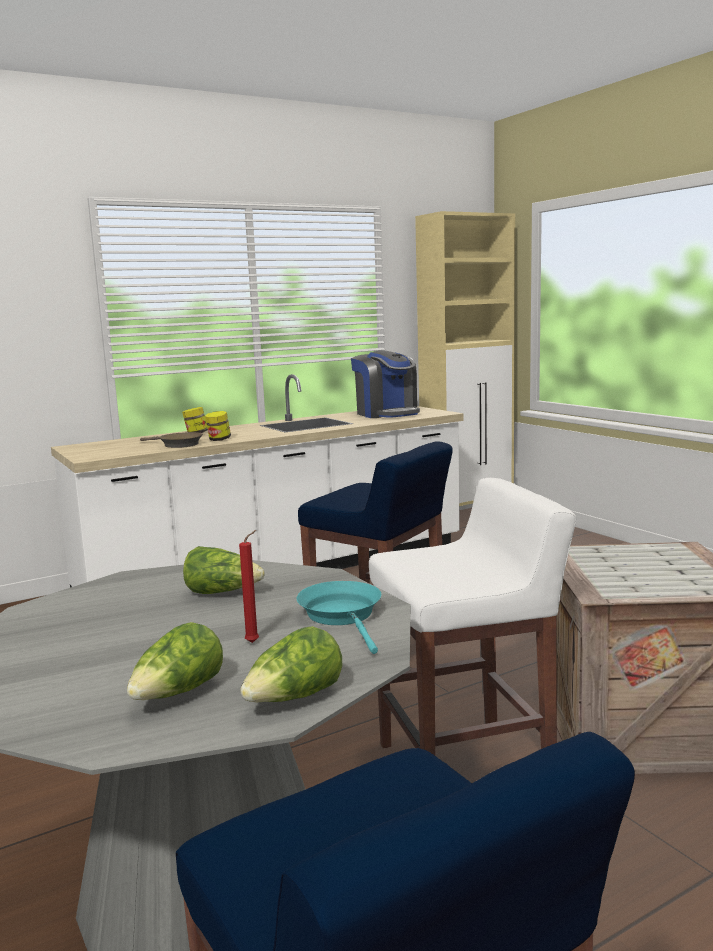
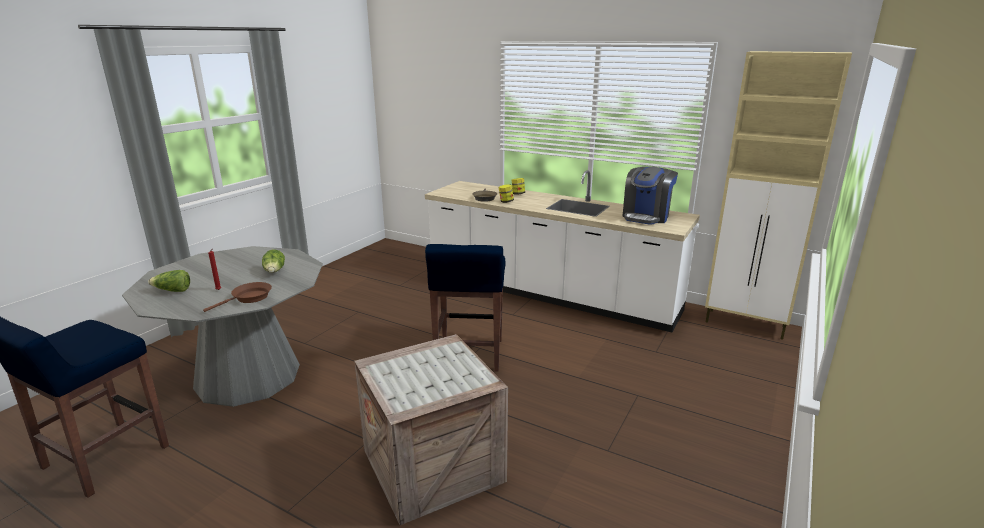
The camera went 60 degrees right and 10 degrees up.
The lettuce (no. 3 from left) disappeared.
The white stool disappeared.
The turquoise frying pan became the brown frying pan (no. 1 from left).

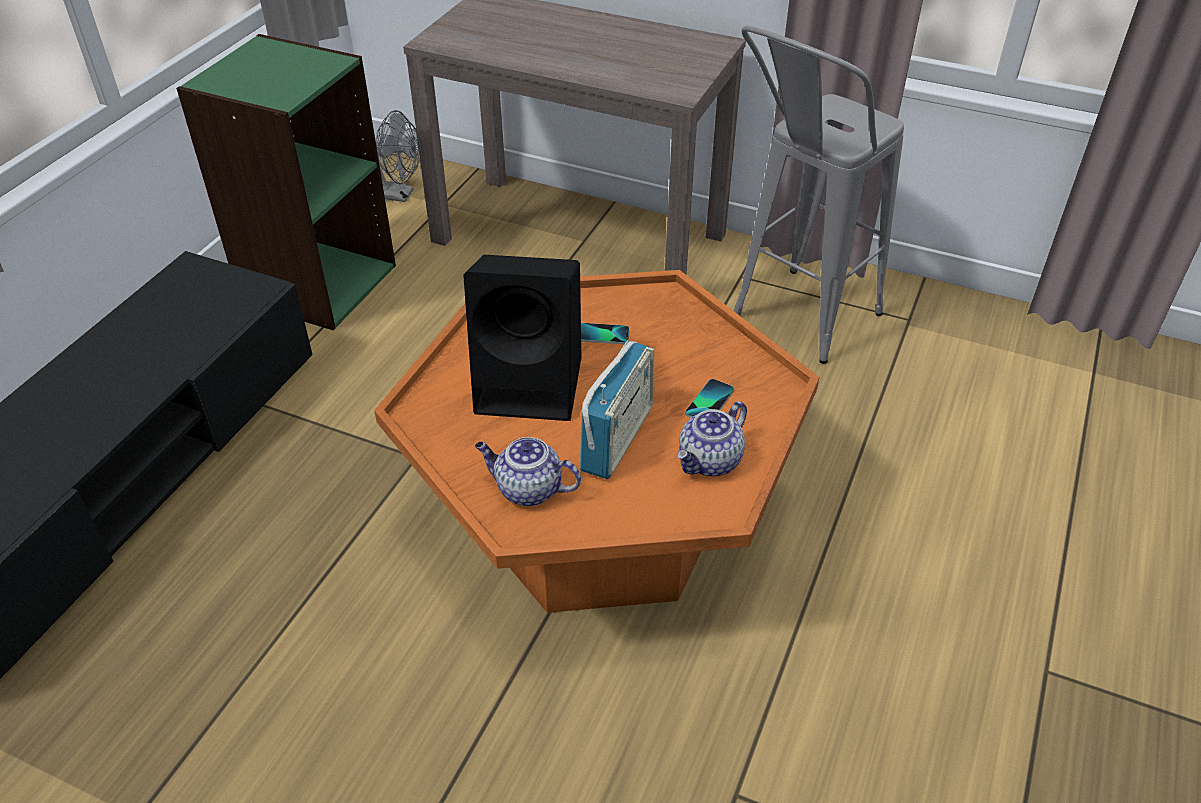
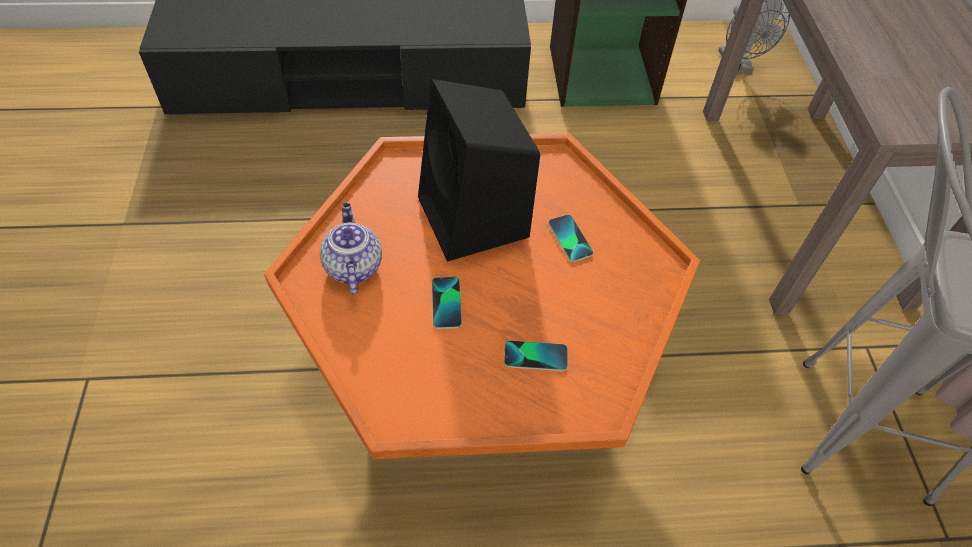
The camera went 60 degrees right and 10 degrees up.
The teapot (no. 2 from left) disappeared.
The radio was replaced by the phone (no. 1 from left).

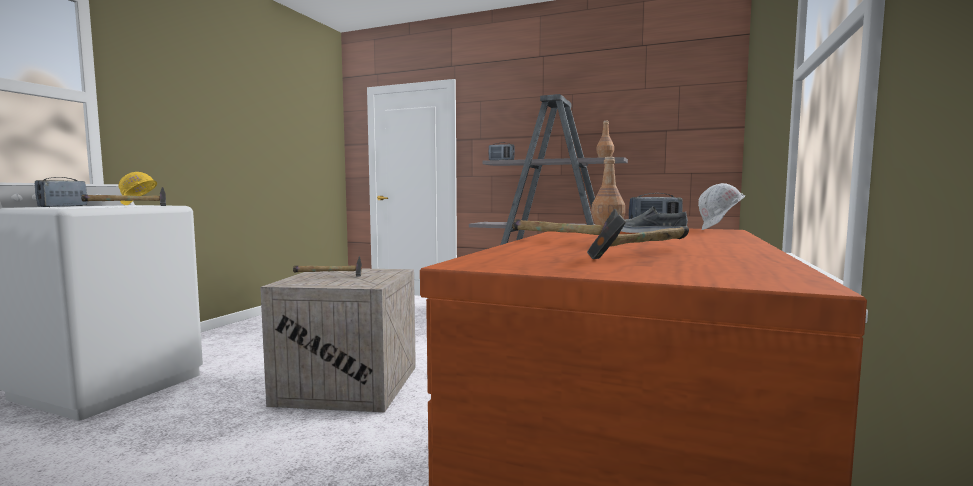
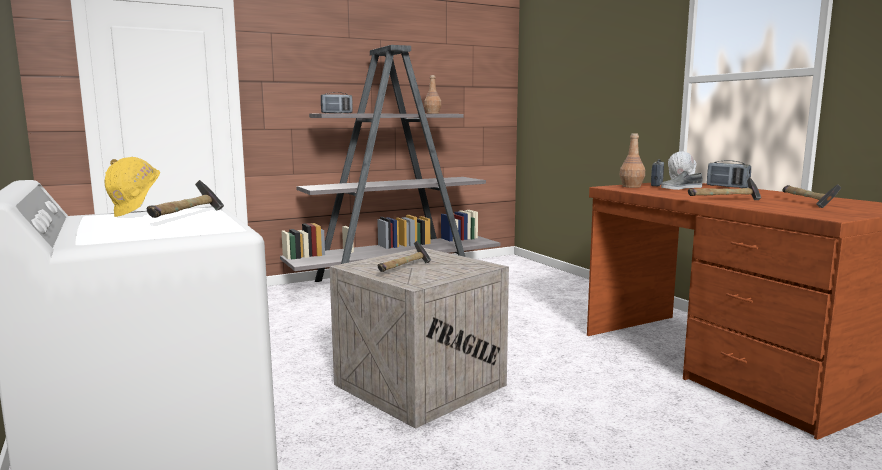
The camera went 50 degrees left and 5 degrees up.
The radio (no. 1 from left in the first image) moved.

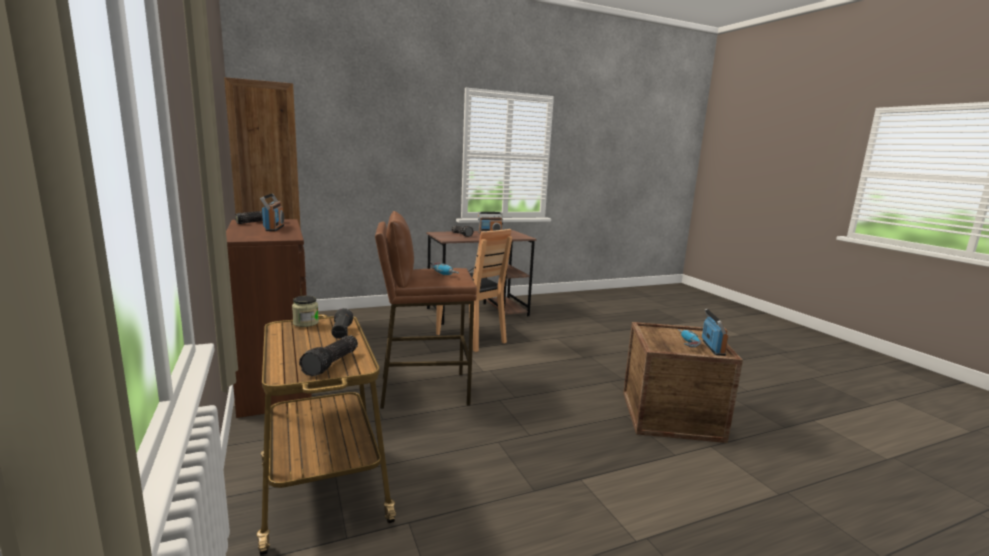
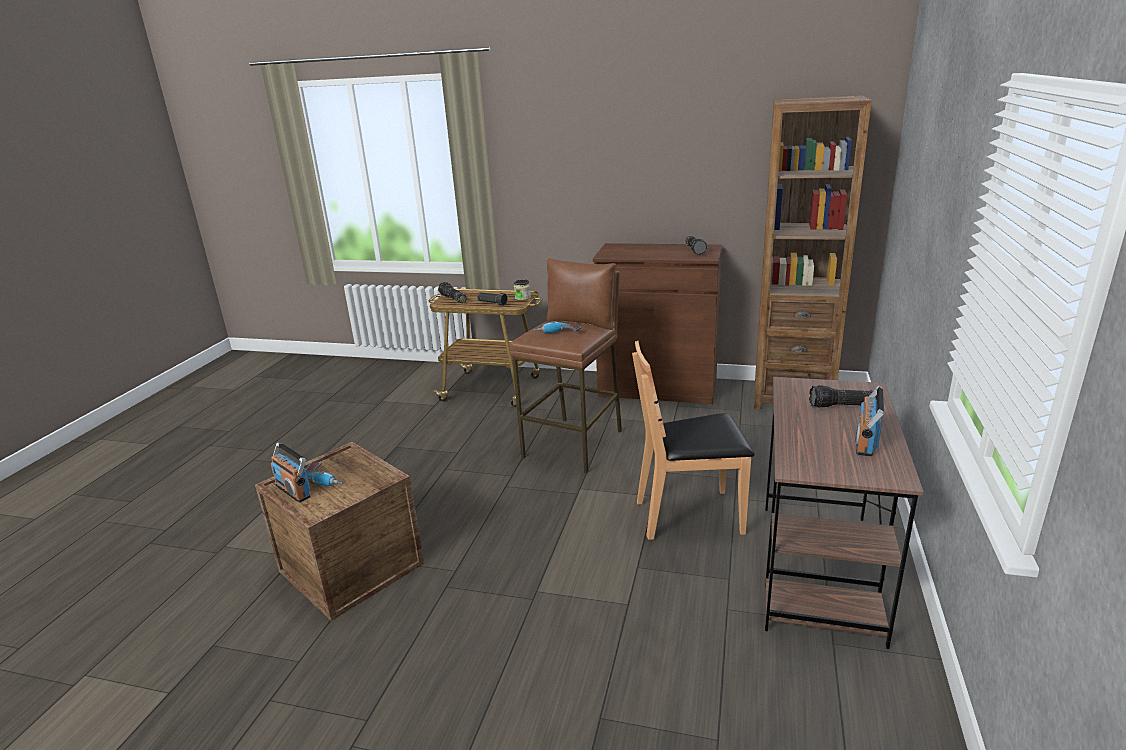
The camera went 130 degrees right and 10 degrees up.
The radio (no. 1 from left) disappeared.

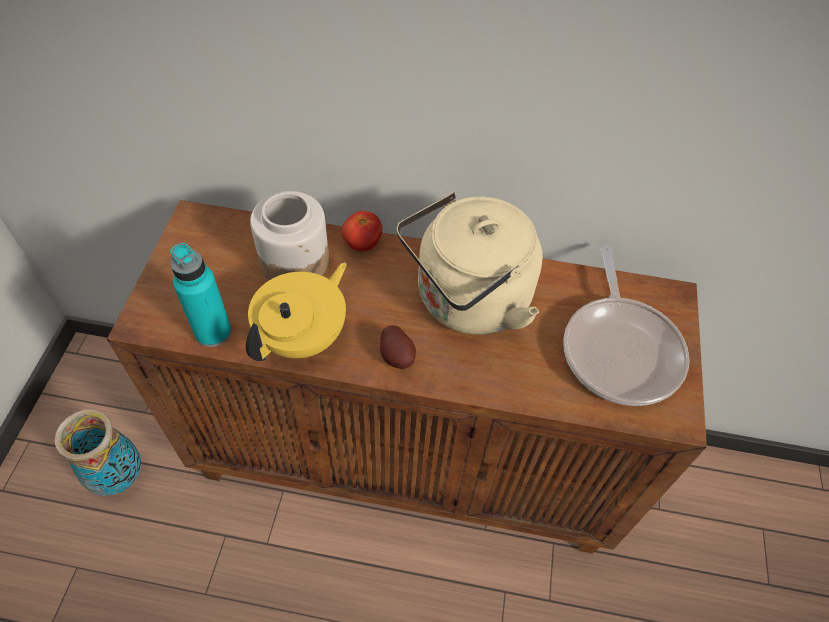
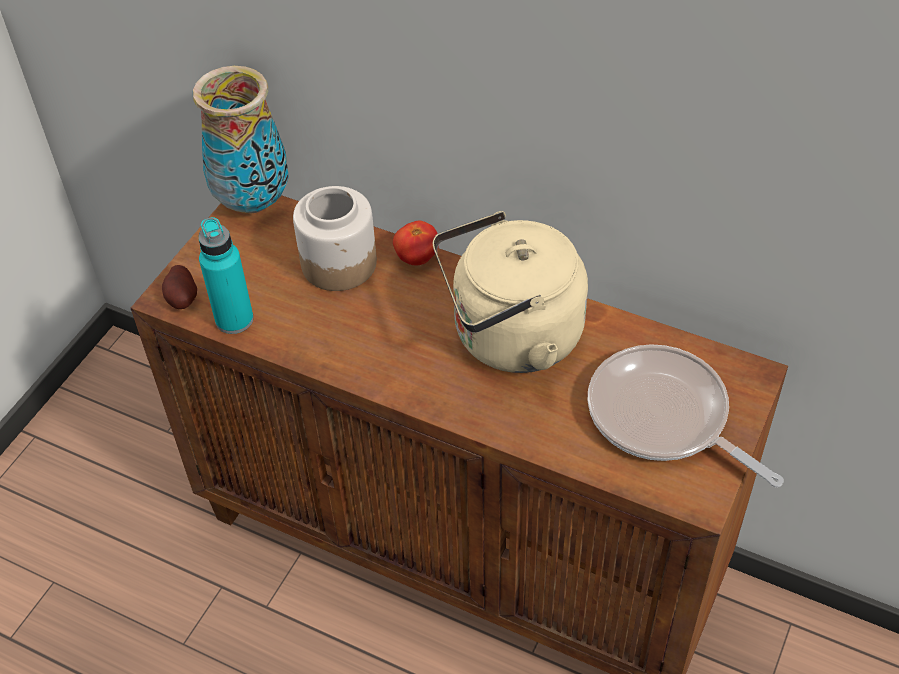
The camera went 20 degrees right and 5 degrees down.
The yellow teapot disappeared.
The vase moved.
The potato moved.
The frying pan turned 120 degrees clockwise.

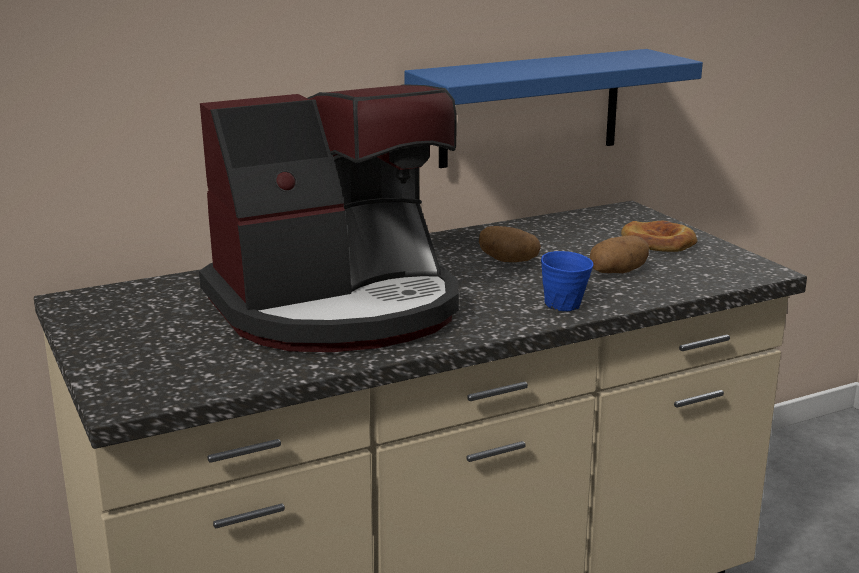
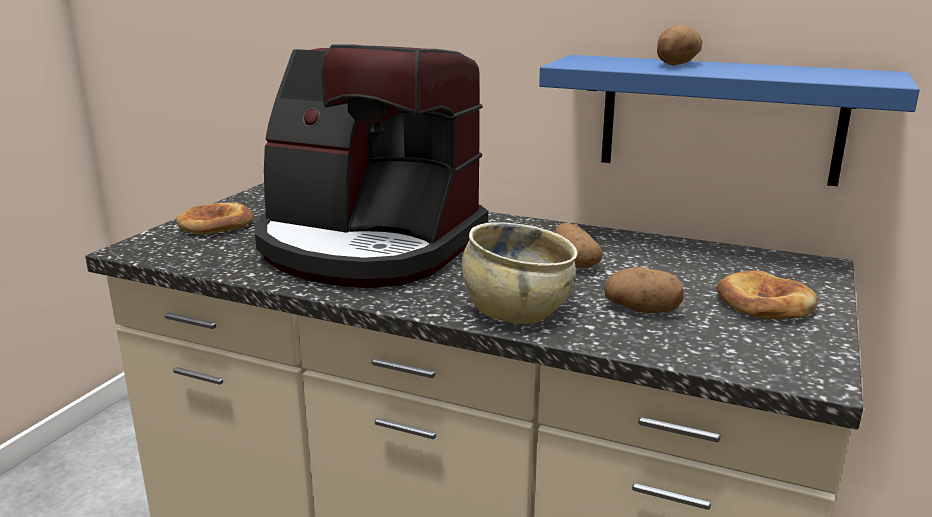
The camera went 50 degrees right and 0 degrees up.
The bread (no. 1 from left) appeared.
The potato (no. 3 from left) appeared.
The blue mug was replaced by the beige bowl.

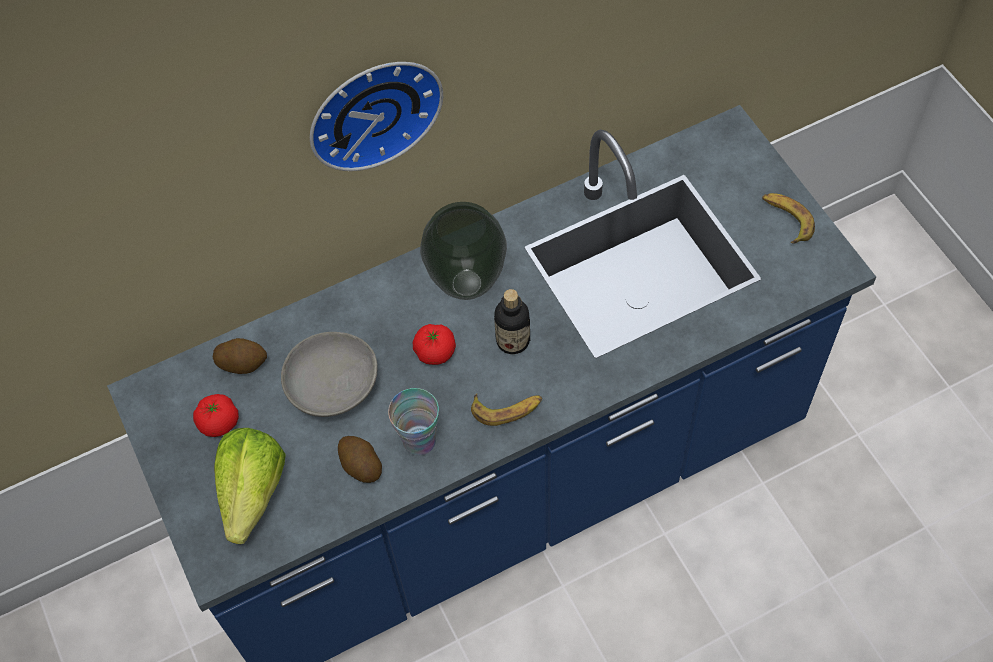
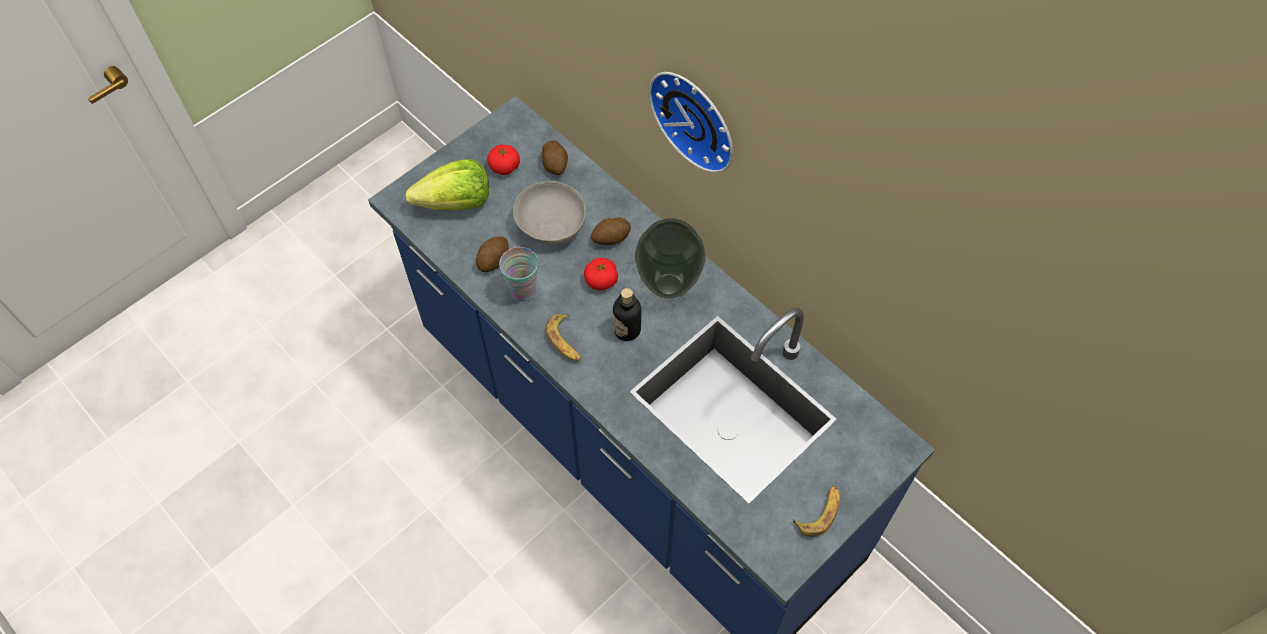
The camera went 70 degrees right and 0 degrees up.
The potato (no. 3 from left) appeared.

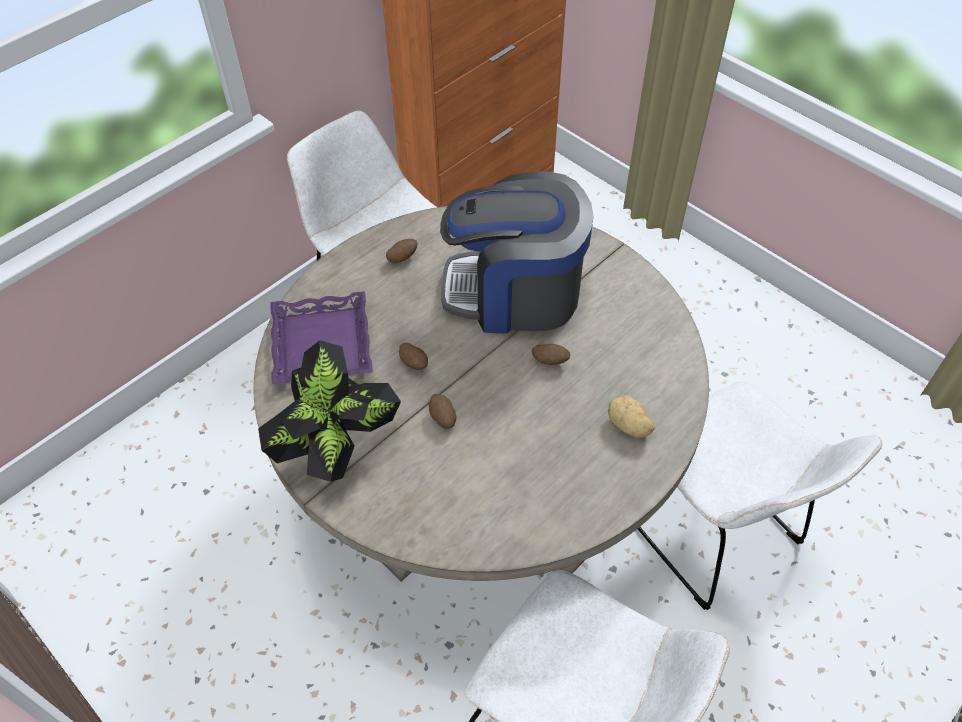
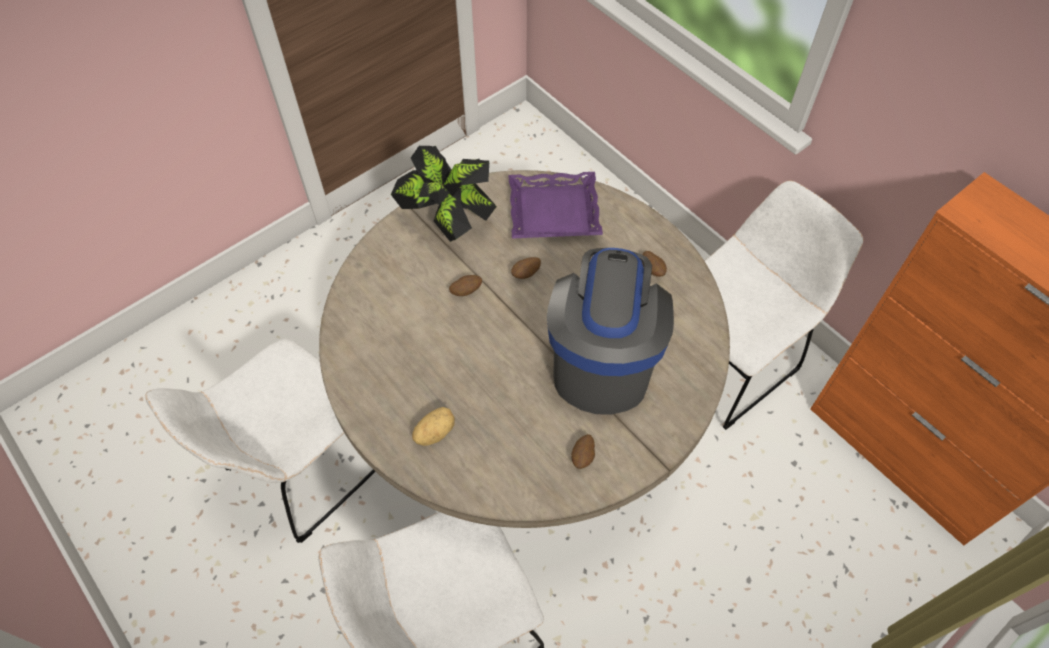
The camera went 95 degrees right and 5 degrees up.
The potato (no. 4 from left) moved.

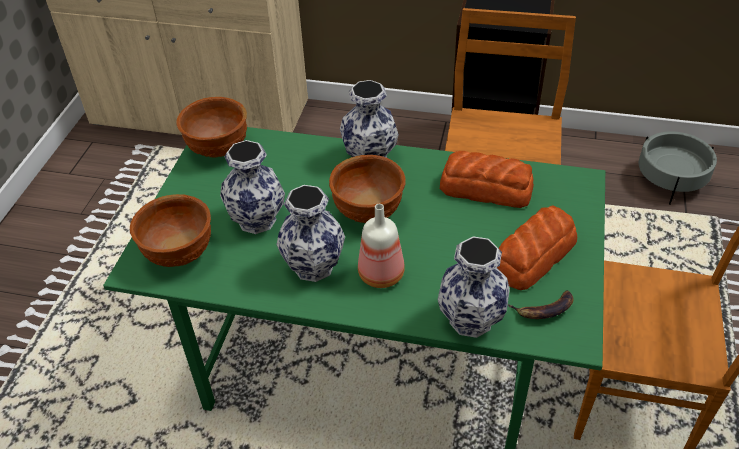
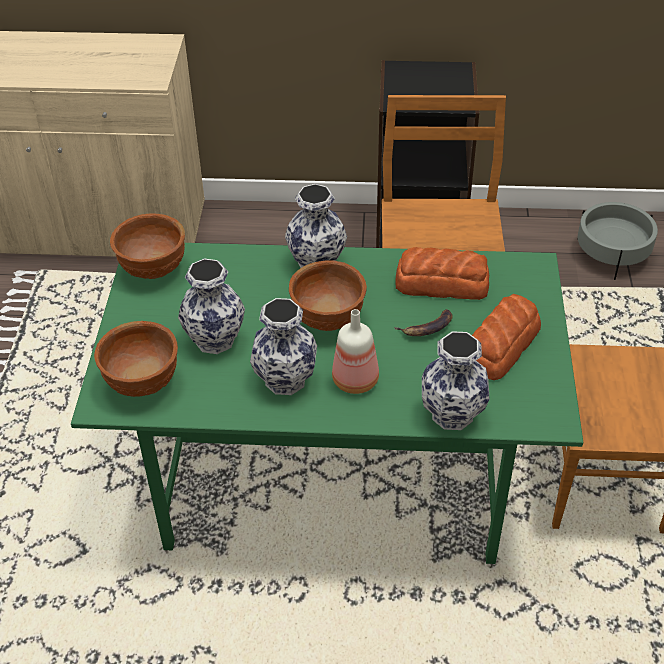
The camera went 10 degrees left and 0 degrees up.
The banana moved.

